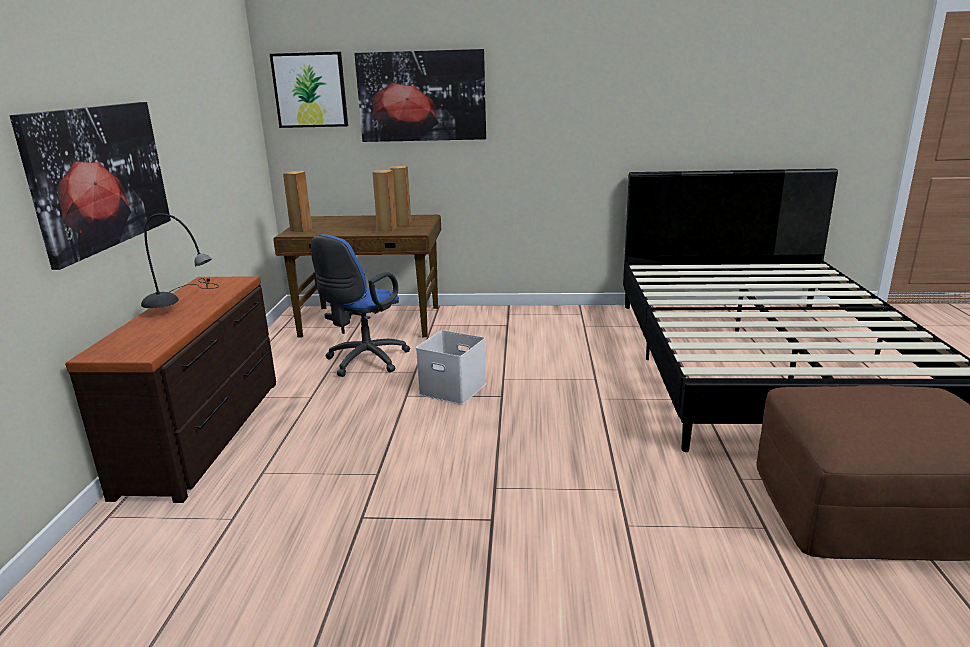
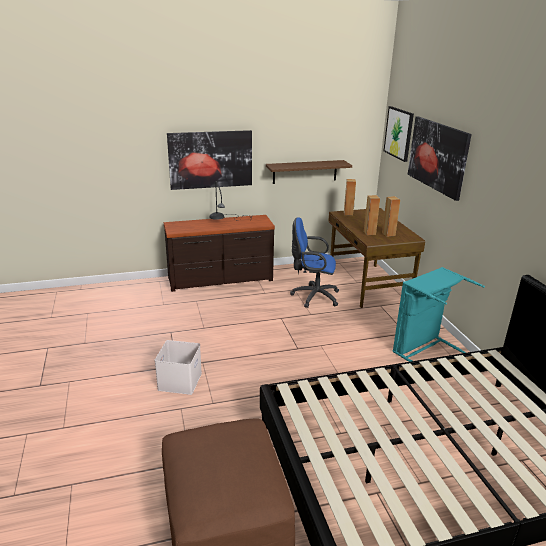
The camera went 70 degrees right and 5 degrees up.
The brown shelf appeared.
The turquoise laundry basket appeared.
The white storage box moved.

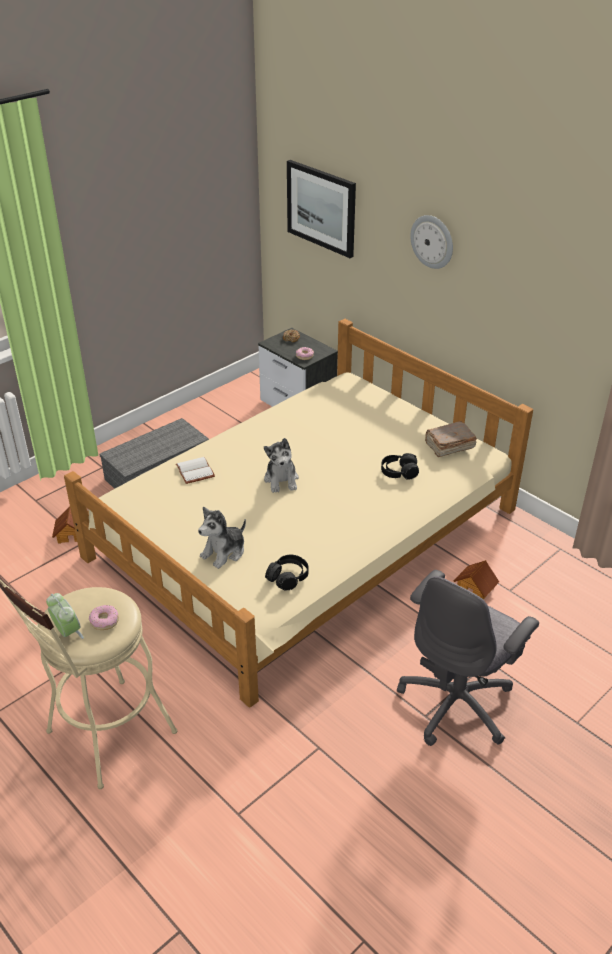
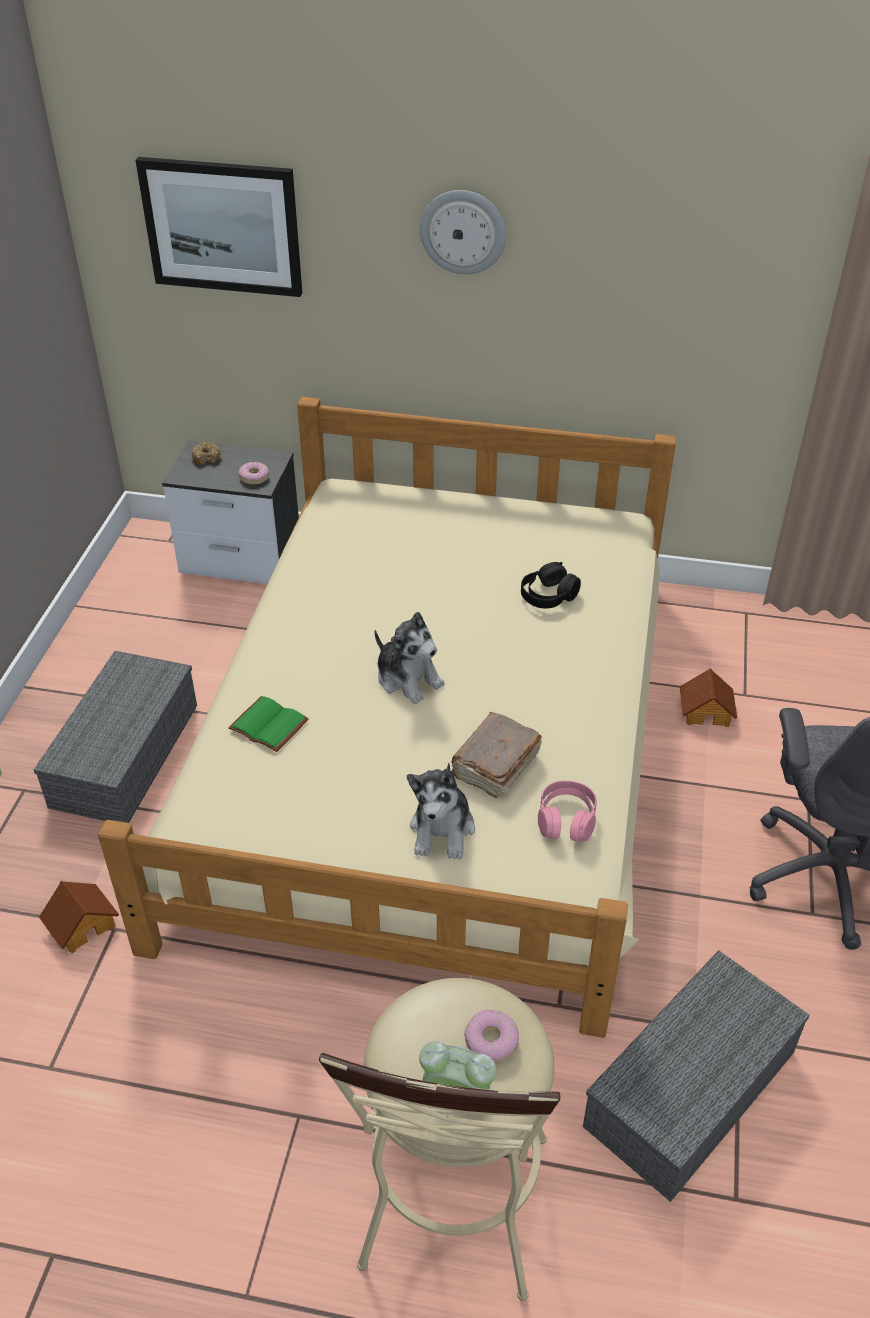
The camera went 35 degrees left and 5 degrees up.
The grey storage box (no. 2 from left) appeared.
The brown book moved.
The white book became the green book.
The black headphones (no. 1 from left) became the pink headphones.

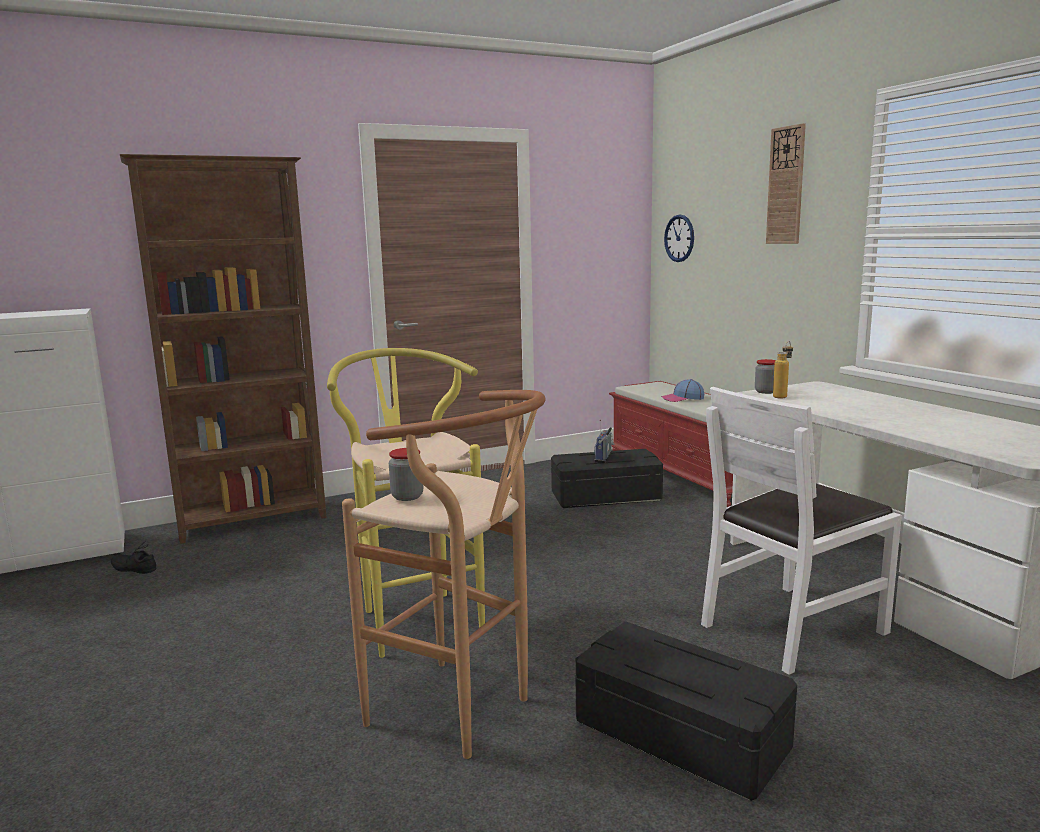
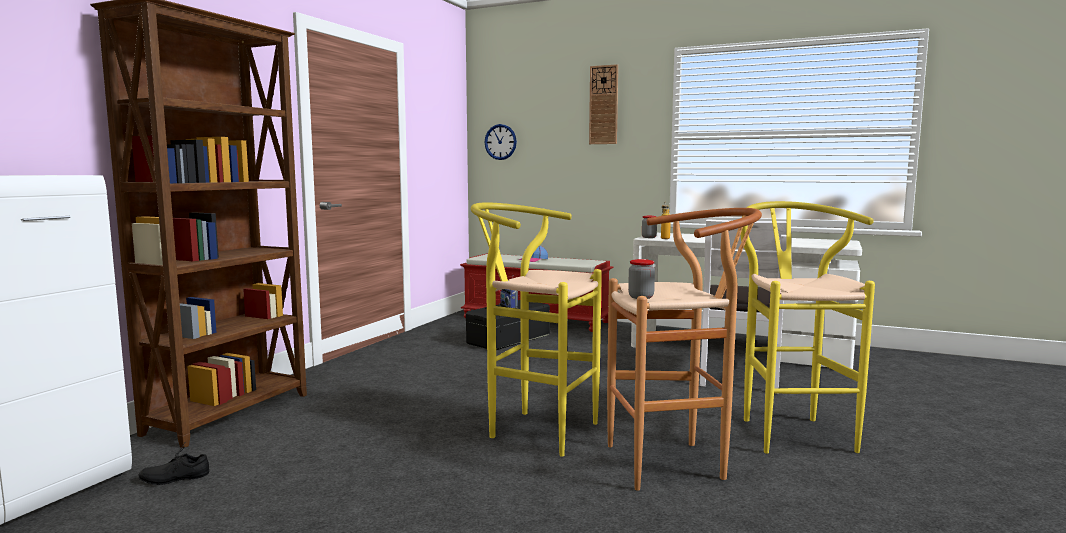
The camera went 40 degrees left and 5 degrees down.
The black storage box (no. 2 from left) was replaced by the yellow stool (no. 2 from left).

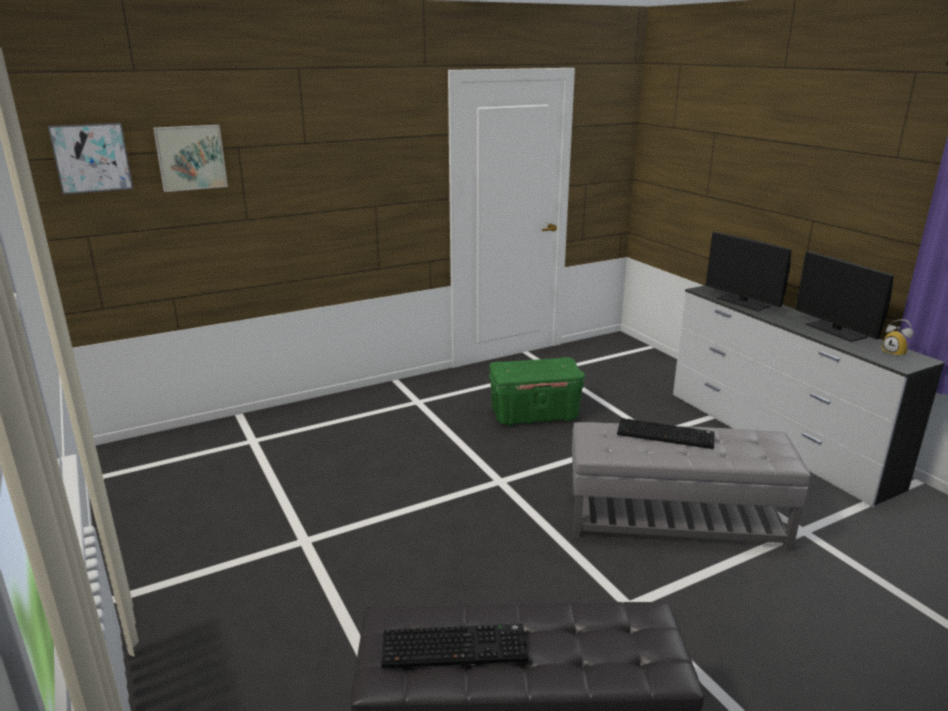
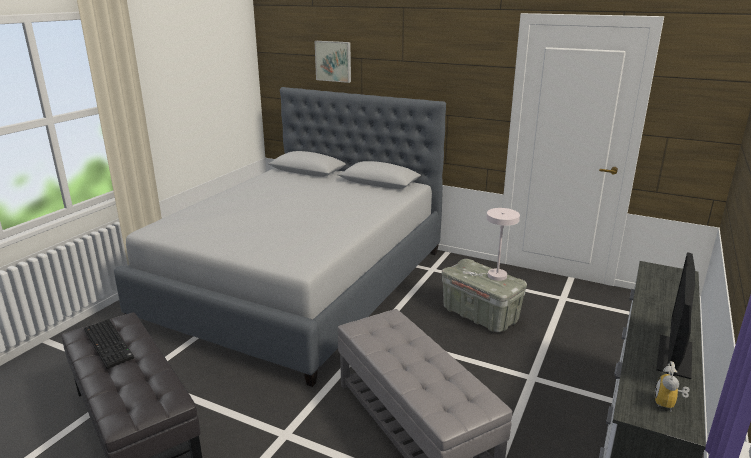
The camera went 55 degrees right and 0 degrees up.
The picture (no. 1 from left) disappeared.
The keyboard (no. 2 from left) disappeared.
The monitor (no. 1 from left) disappeared.
The grey bed appeared.
The white table lamp appeared.
The green storage box became the grey storage box.

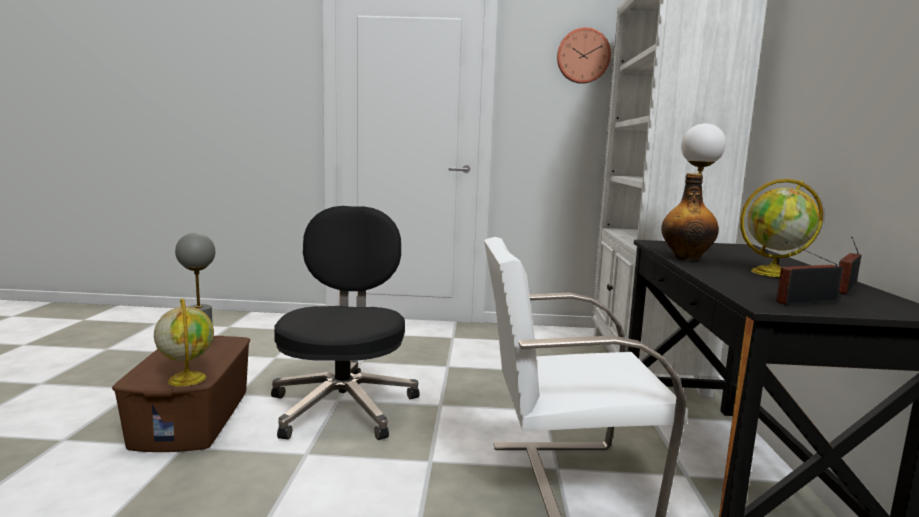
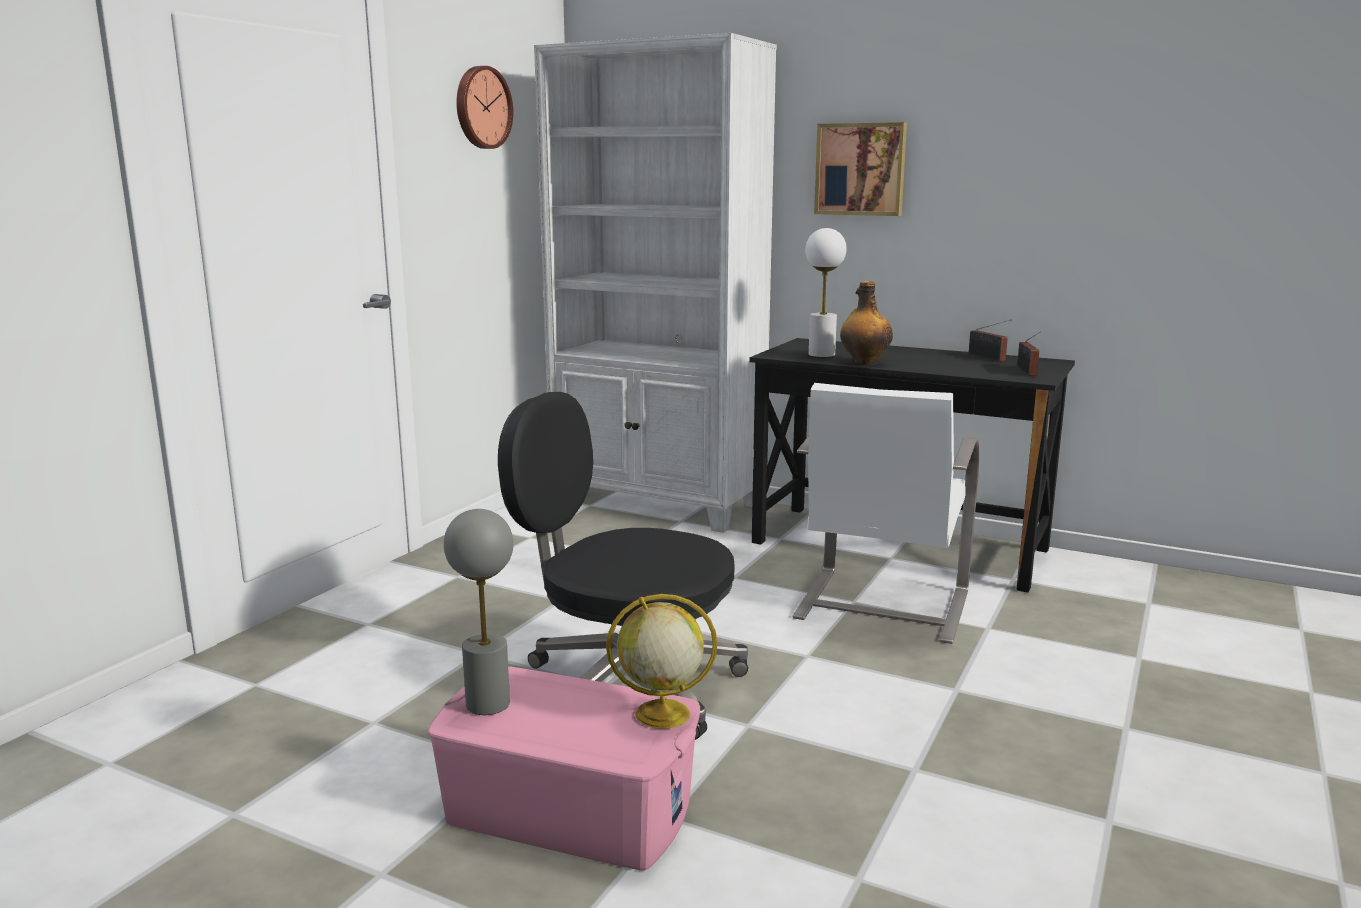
The camera went 65 degrees left and 5 degrees up.
The globe (no. 2 from left) disappeared.
The picture appeared.
The brown storage box became the pink storage box.

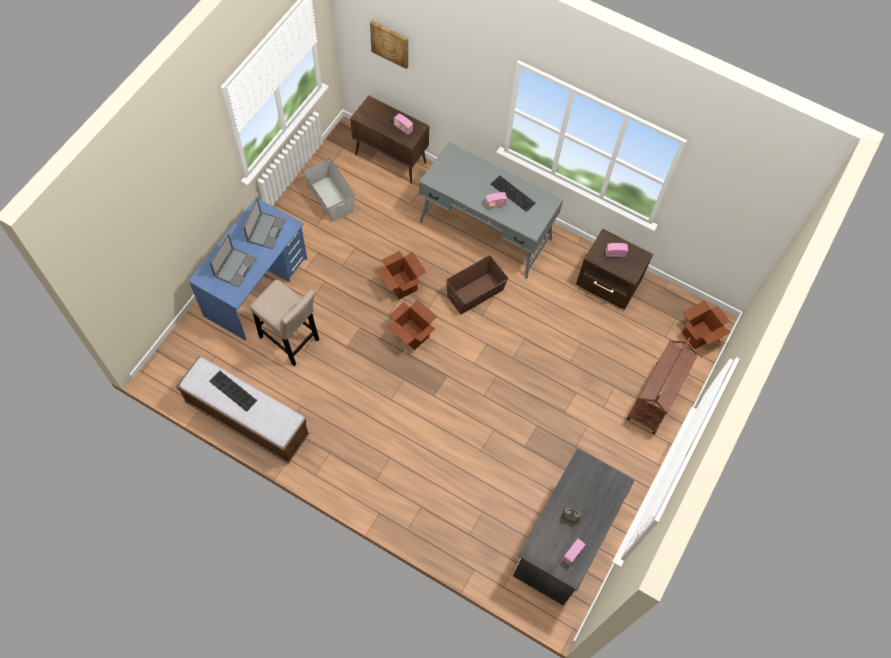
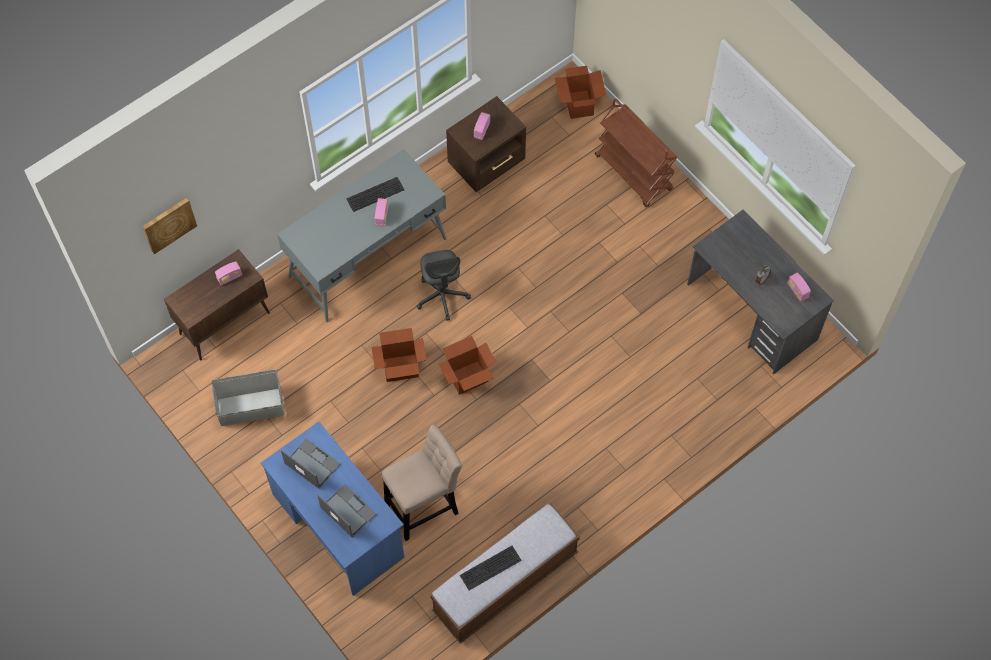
The camera went 65 degrees left and 0 degrees up.
The brown storage box was replaced by the grey office chair.

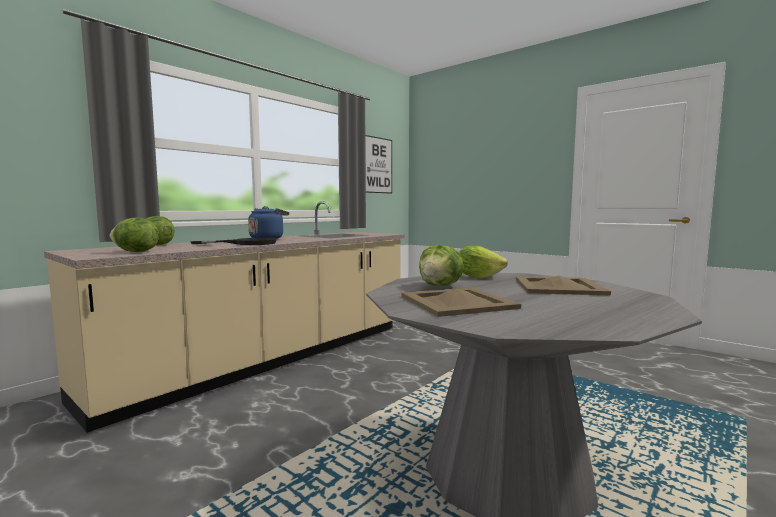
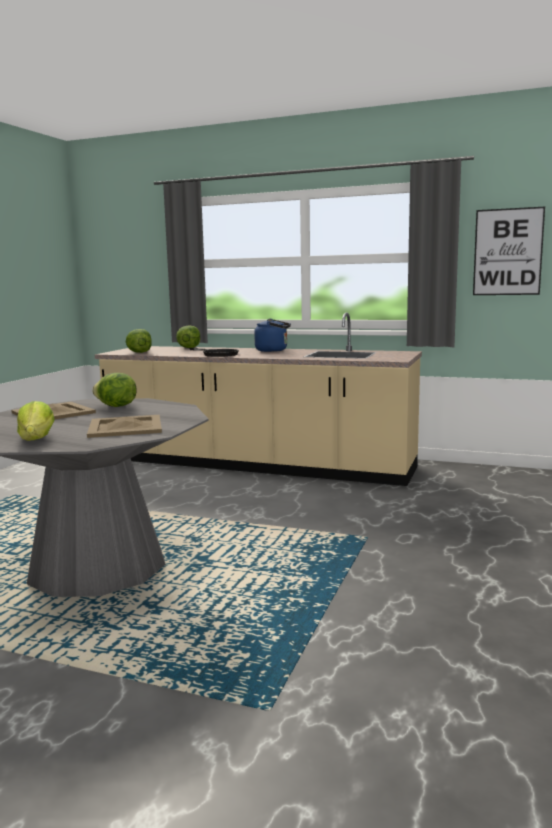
The camera went 70 degrees right and 5 degrees up.
The lettuce (no. 4 from left in the first image) moved.

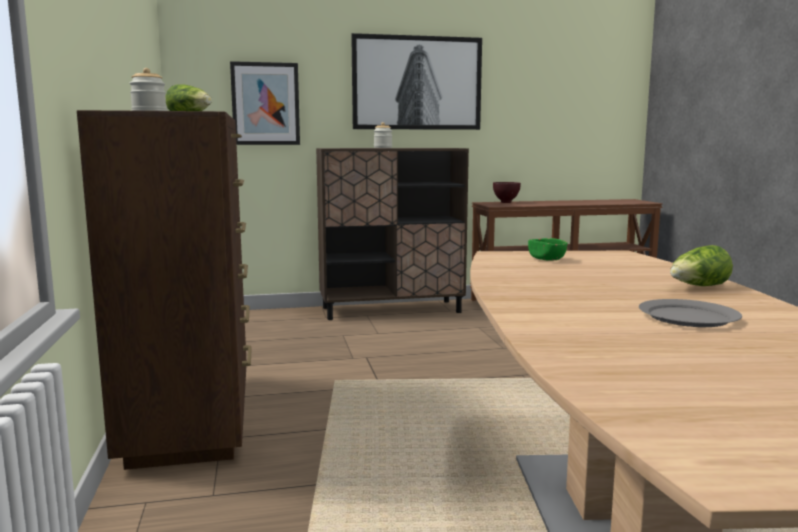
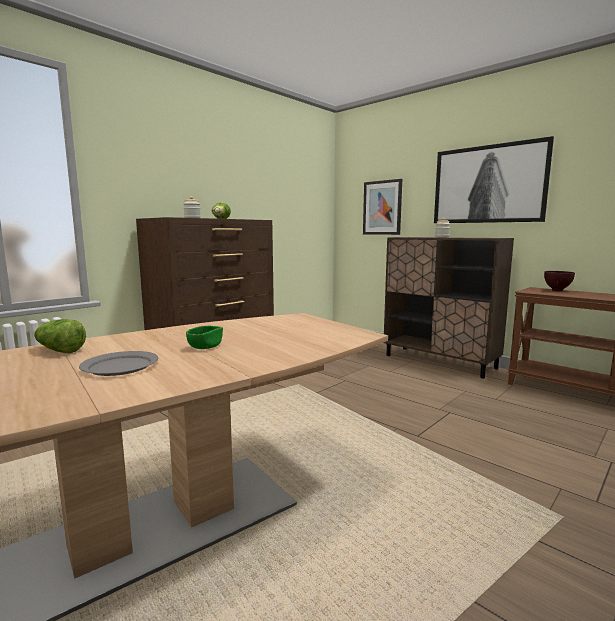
The camera went 55 degrees right and 0 degrees up.
The green bowl moved.
The lettuce (no. 2 from left in the first image) moved.

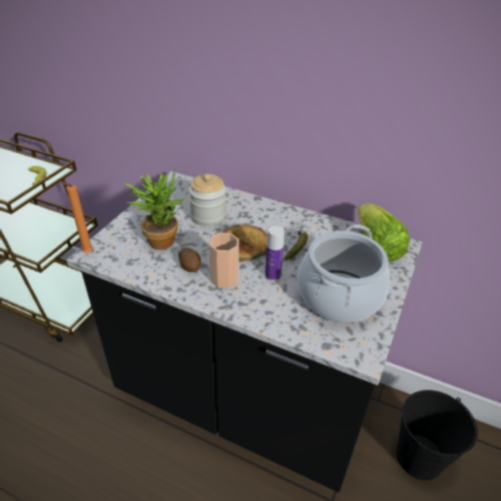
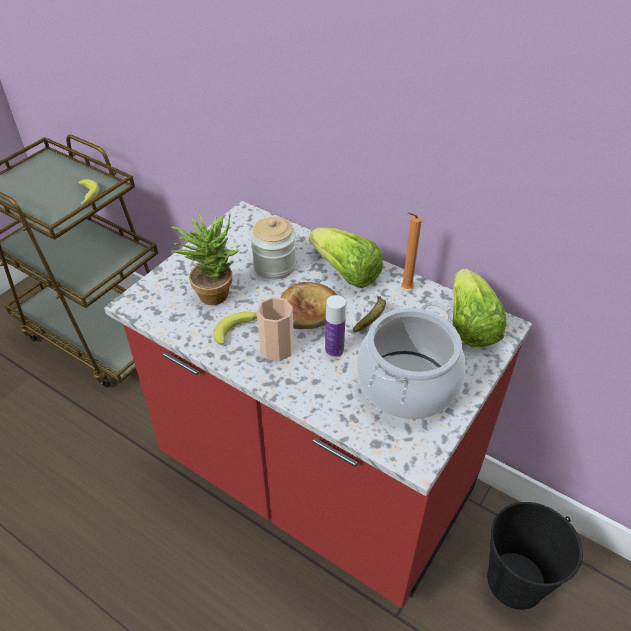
The camera went 10 degrees right and 5 degrees up.
The lettuce (no. 1 from left) appeared.
The orange candle moved.
The potato was replaced by the banana (no. 2 from left).
The black counter became the red counter.

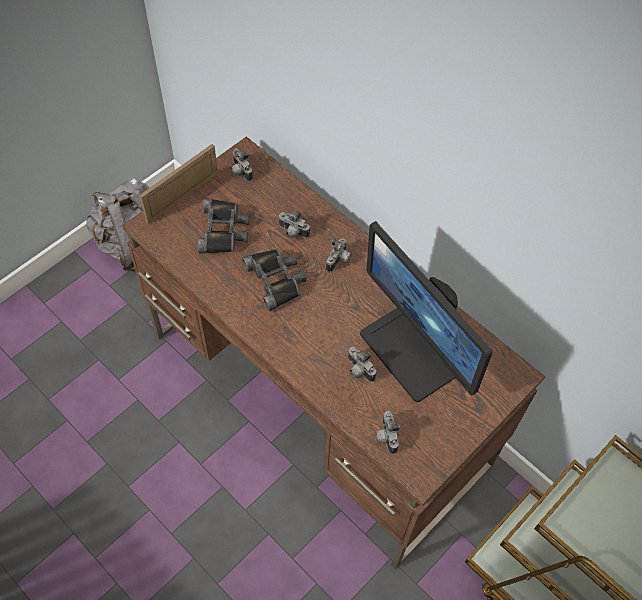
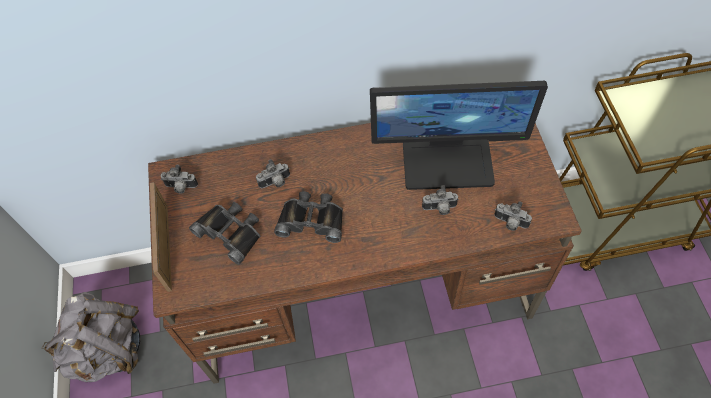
The camera went 50 degrees left and 0 degrees up.
The photo camera (no. 3 from left) disappeared.

